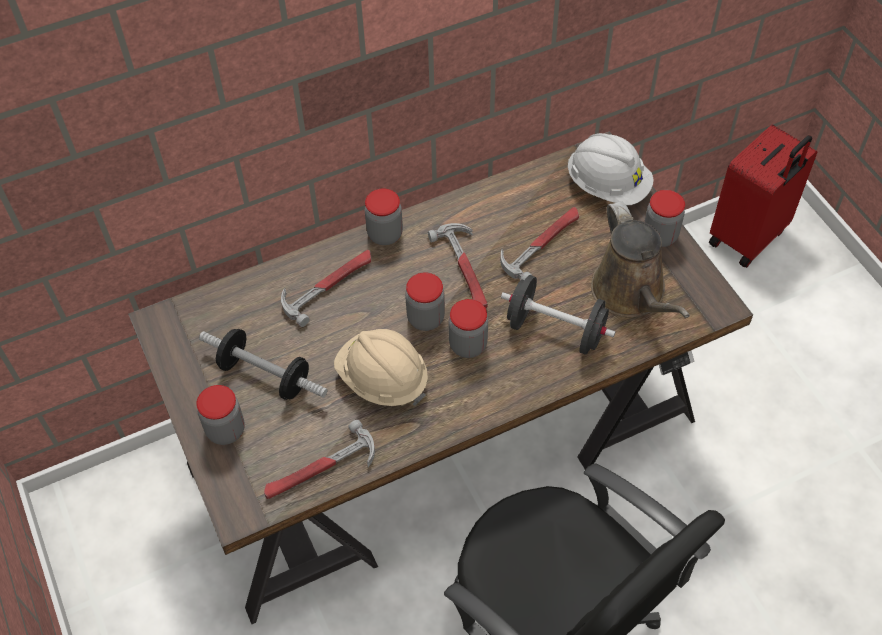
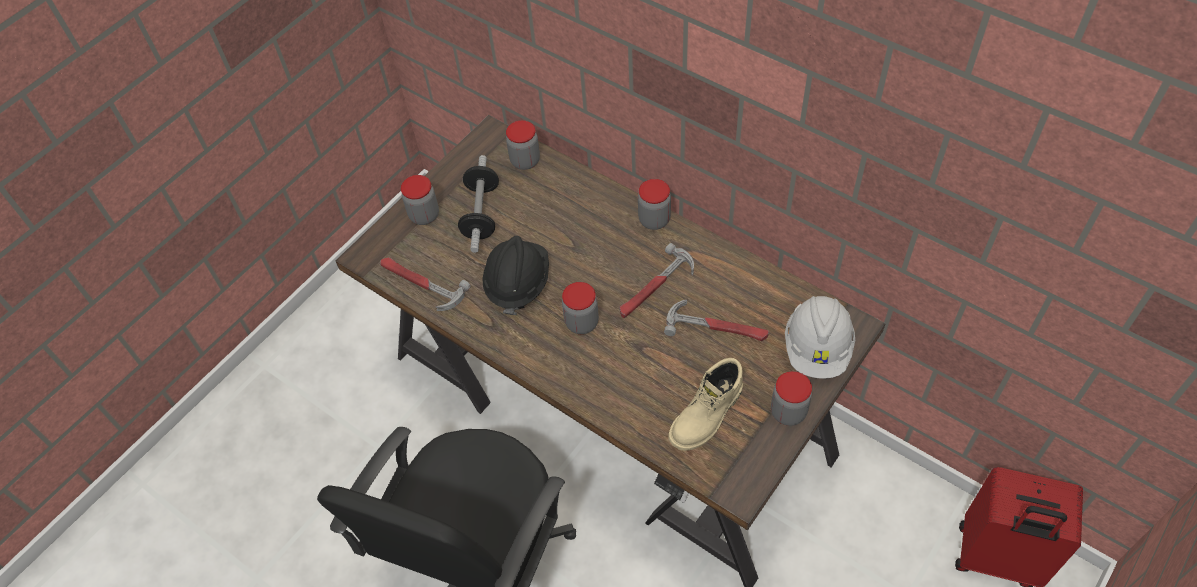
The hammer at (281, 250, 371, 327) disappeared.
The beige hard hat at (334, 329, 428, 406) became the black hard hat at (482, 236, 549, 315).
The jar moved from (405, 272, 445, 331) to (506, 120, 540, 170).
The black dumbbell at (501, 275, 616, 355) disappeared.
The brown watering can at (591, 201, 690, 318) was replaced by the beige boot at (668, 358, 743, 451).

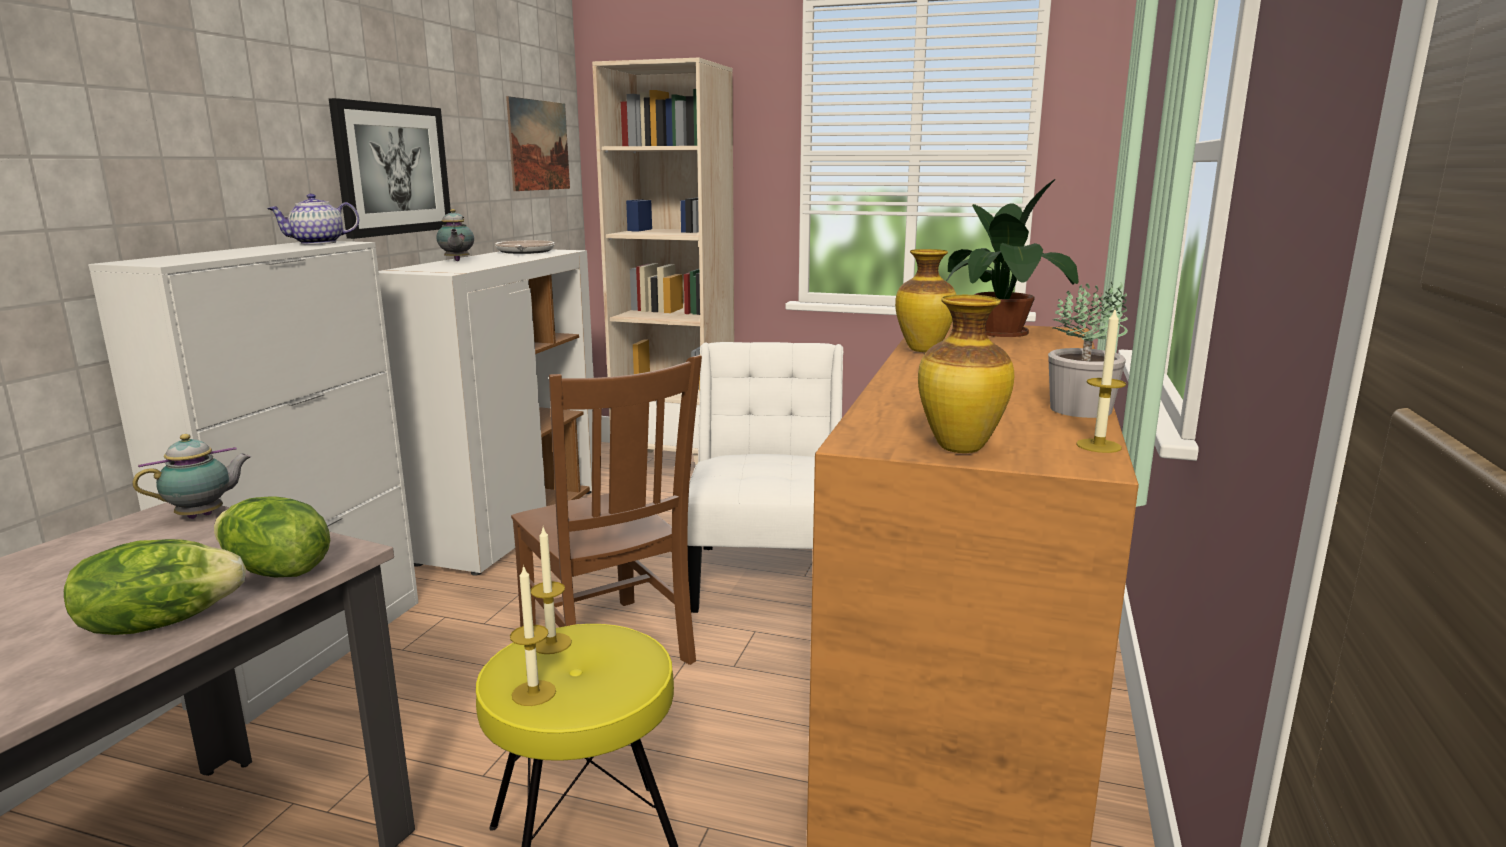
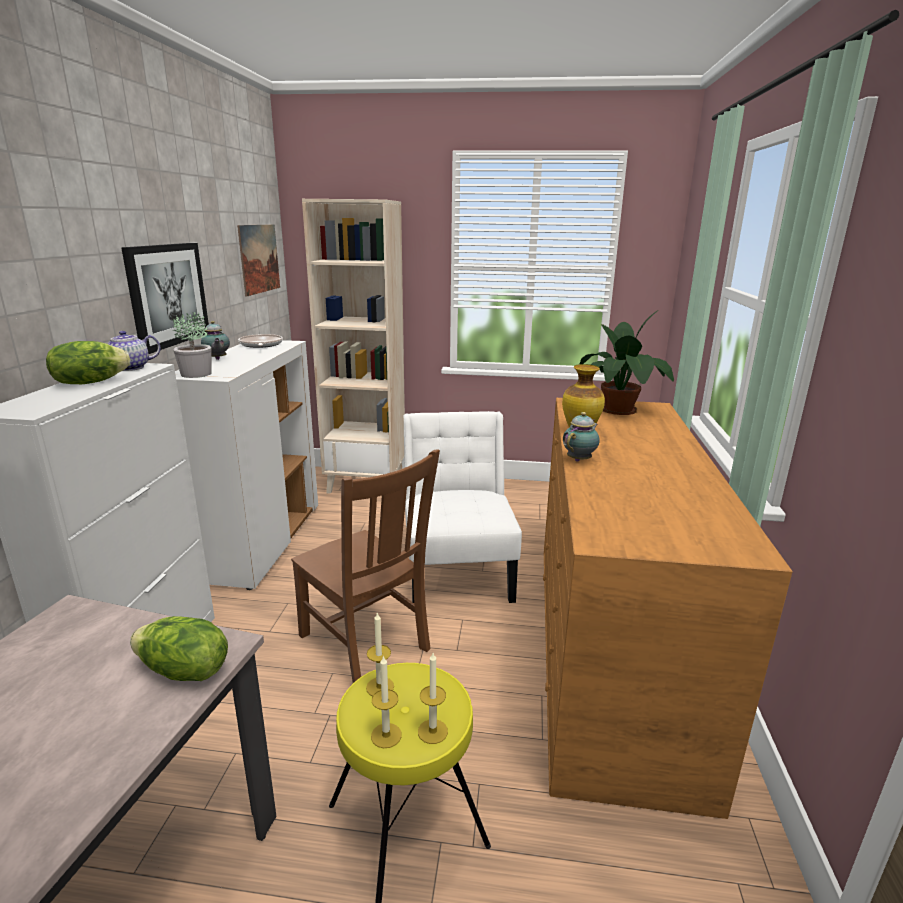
The lettuce moved from (64, 539, 246, 635) to (46, 341, 130, 384).
The teapot moved from (132, 434, 251, 519) to (563, 412, 600, 462).
The vase at (918, 295, 1014, 453) disappeared.
The potted plant moved from (1048, 282, 1128, 418) to (173, 312, 211, 378).
The candle moved from (1076, 310, 1126, 453) to (418, 653, 448, 744).

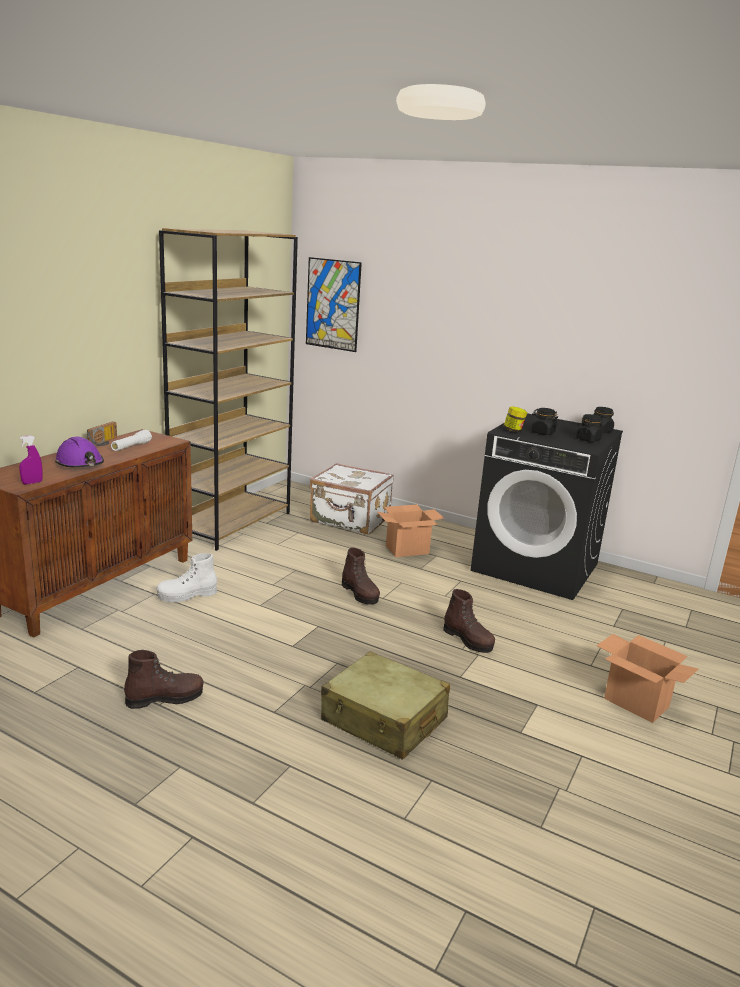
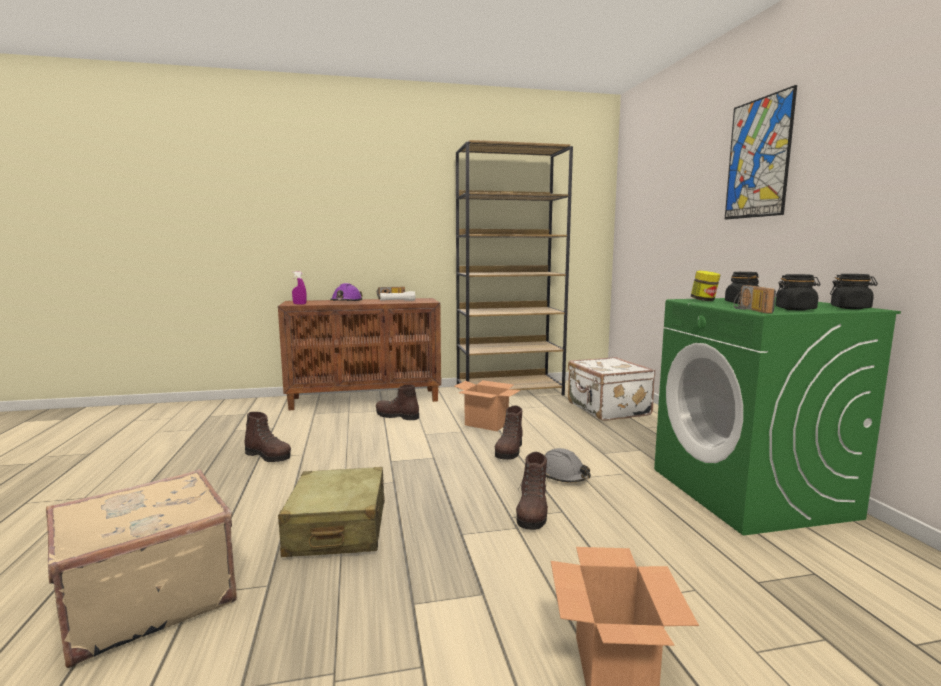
The white boot at (156, 553, 217, 602) became the brown boot at (376, 385, 419, 420).
The picture moved from (306, 257, 362, 352) to (725, 85, 797, 220).
The cardboard box moved from (377, 505, 445, 557) to (454, 380, 521, 431).
The black washing machine at (471, 413, 623, 600) became the green washing machine at (654, 297, 901, 535).
The beige suitcase at (46, 469, 237, 668) appeared.
The grey hard hat at (544, 448, 591, 482) appeared.
The radio at (734, 285, 776, 314) appeared.

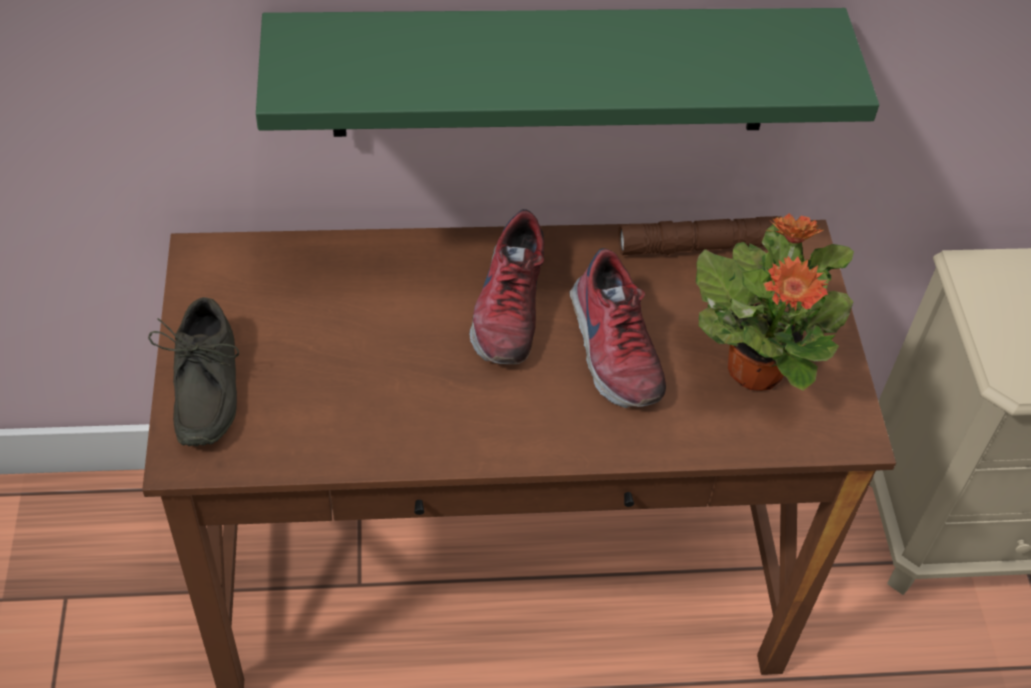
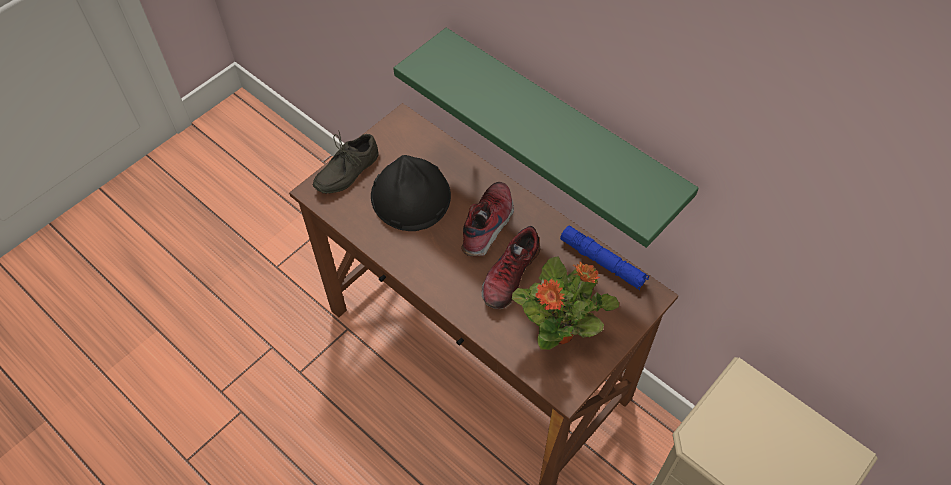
The shoe at (469, 209, 544, 365) turned 150 degrees clockwise.
The brown flashlight at (618, 216, 782, 255) became the blue flashlight at (560, 226, 649, 290).
The black hard hat at (371, 155, 451, 231) appeared.

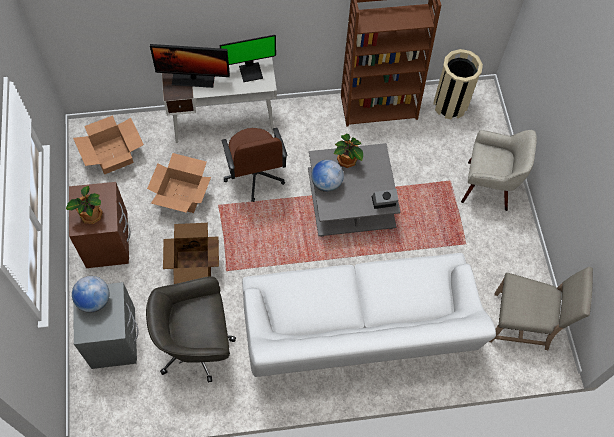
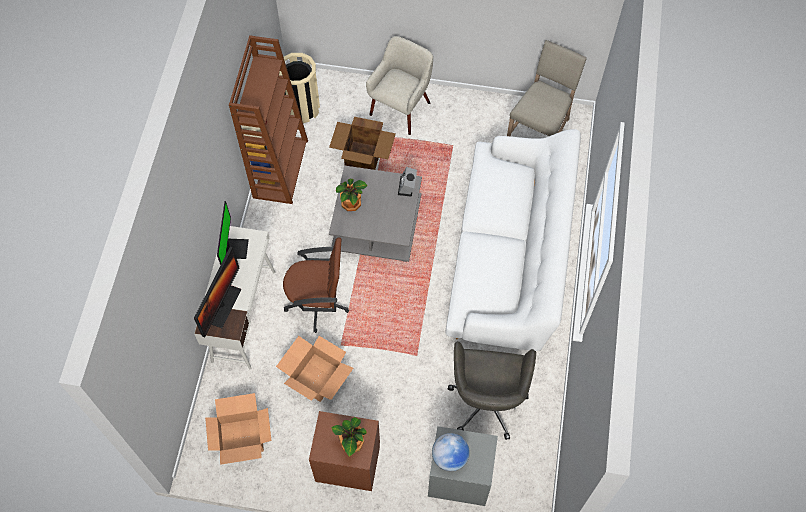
The cardboard box moved from (163, 223, 219, 284) to (329, 117, 396, 170).
The globe at (311, 160, 344, 192) disappeared.

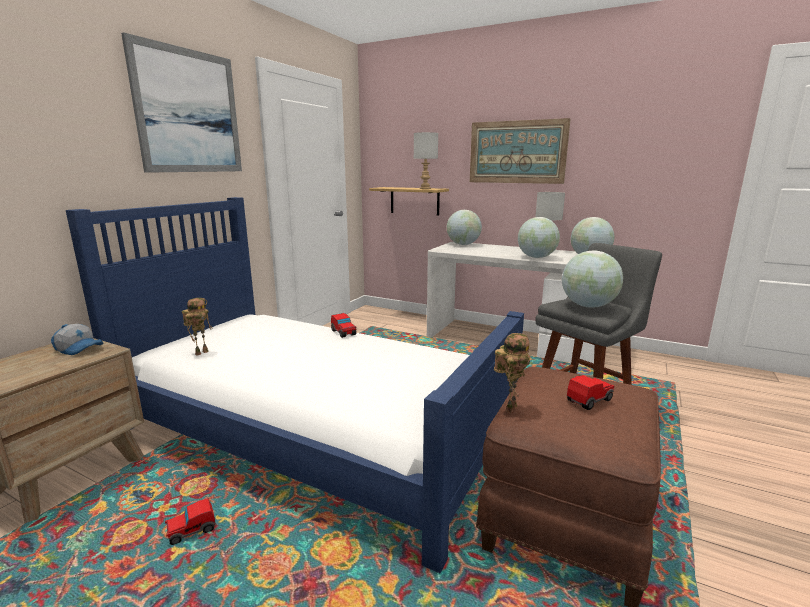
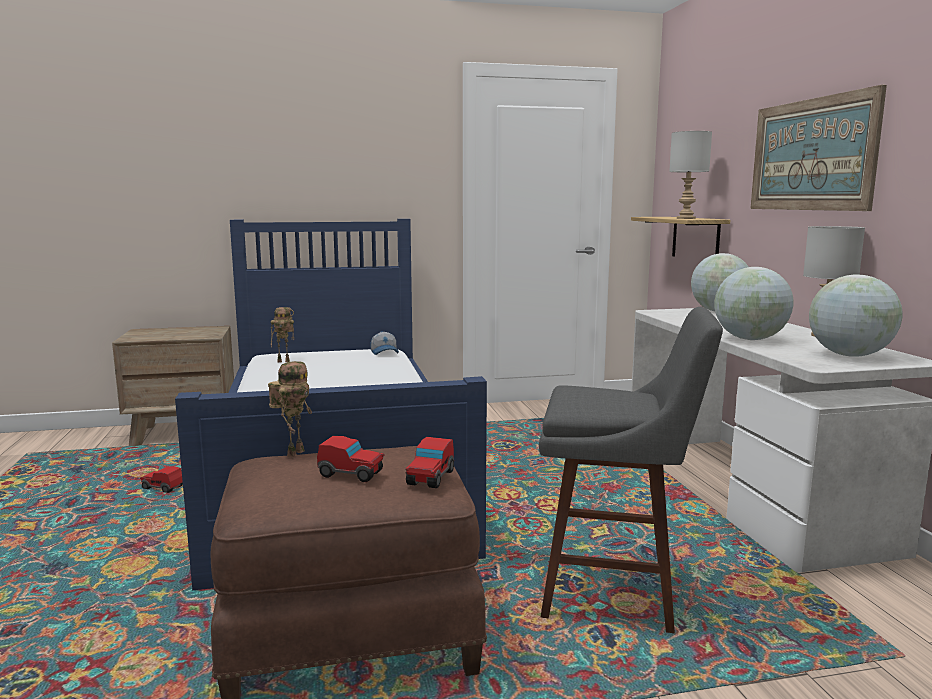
The cap moved from (51, 324, 104, 355) to (370, 331, 399, 355).
The picture at (121, 32, 242, 173) disappeared.
The toy car moved from (331, 313, 357, 338) to (405, 437, 454, 488).
The toy robot at (494, 333, 530, 414) turned 60 degrees counterclockwise.
The globe at (562, 251, 623, 308) disappeared.

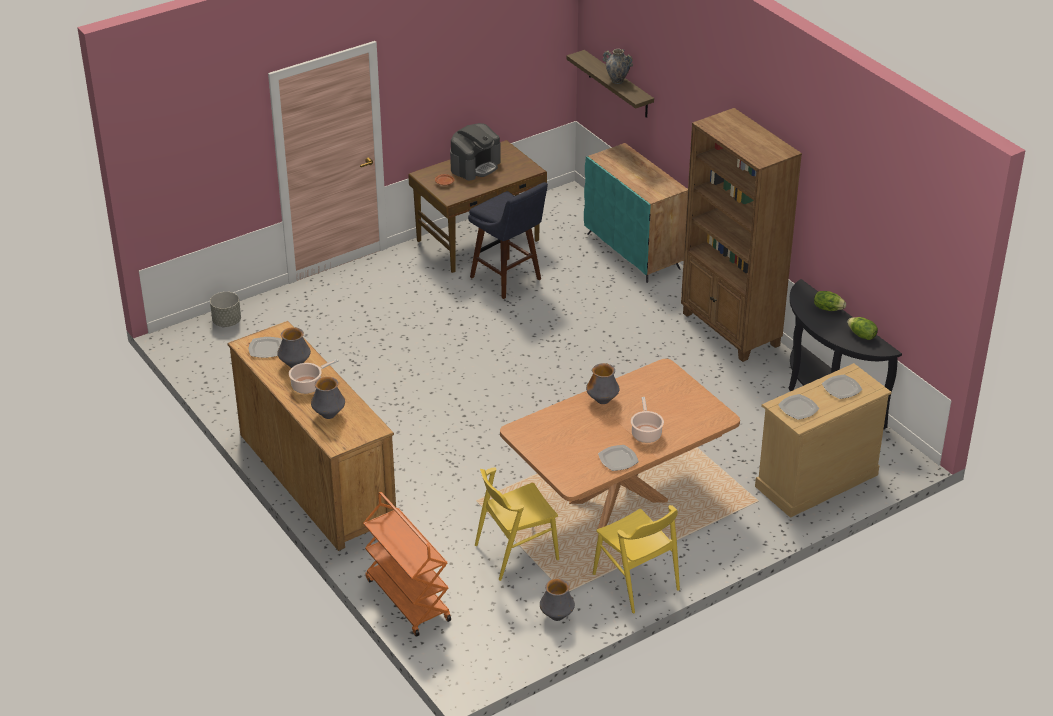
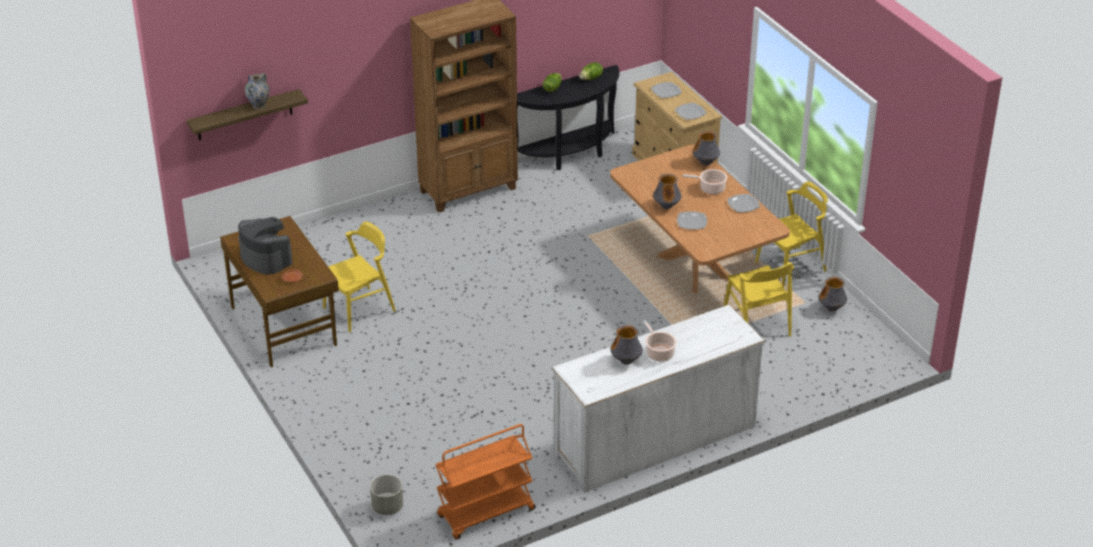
The brown dresser at (227, 321, 396, 551) became the white dresser at (552, 305, 765, 493).
The plate moved from (249, 337, 282, 358) to (677, 211, 707, 230).
The vase moved from (311, 377, 345, 419) to (693, 131, 720, 166).
The orange cart moved from (363, 492, 451, 637) to (436, 424, 536, 540).
The blue stool at (468, 182, 548, 299) was replaced by the yellow chair at (323, 221, 396, 333).
The turquoise cabinet at (584, 143, 688, 283) disappeared.

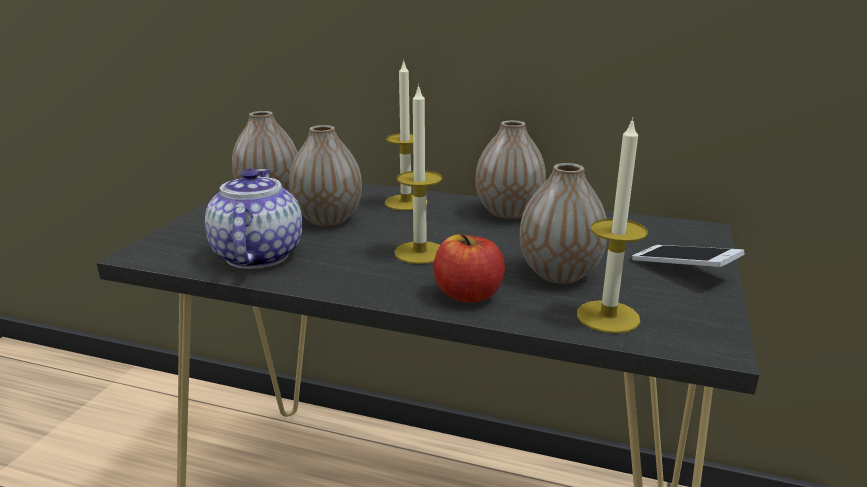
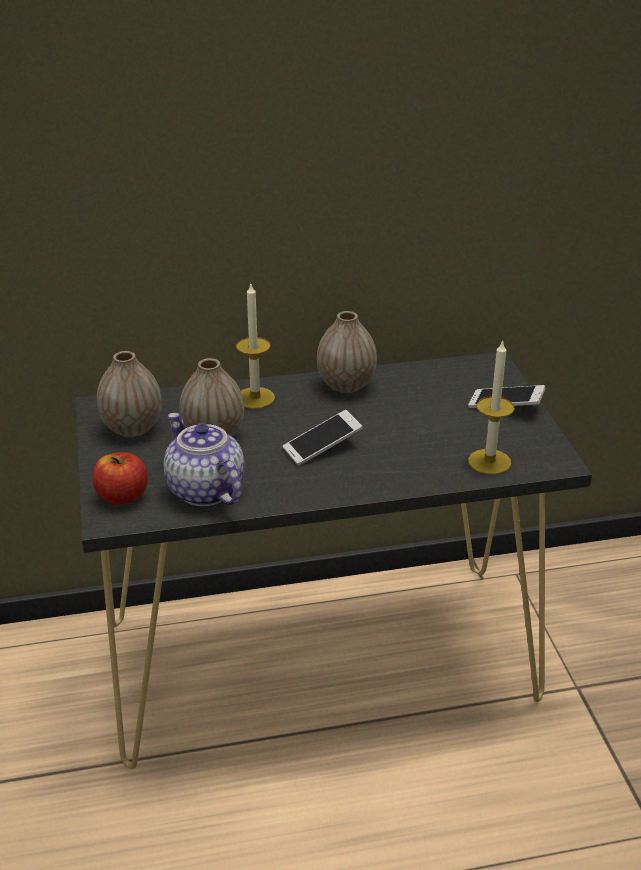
The candle at (394, 84, 442, 264) was replaced by the phone at (282, 410, 363, 466).
The apple moved from (434, 234, 505, 303) to (92, 452, 148, 505).
The vase at (520, 163, 607, 284) disappeared.

